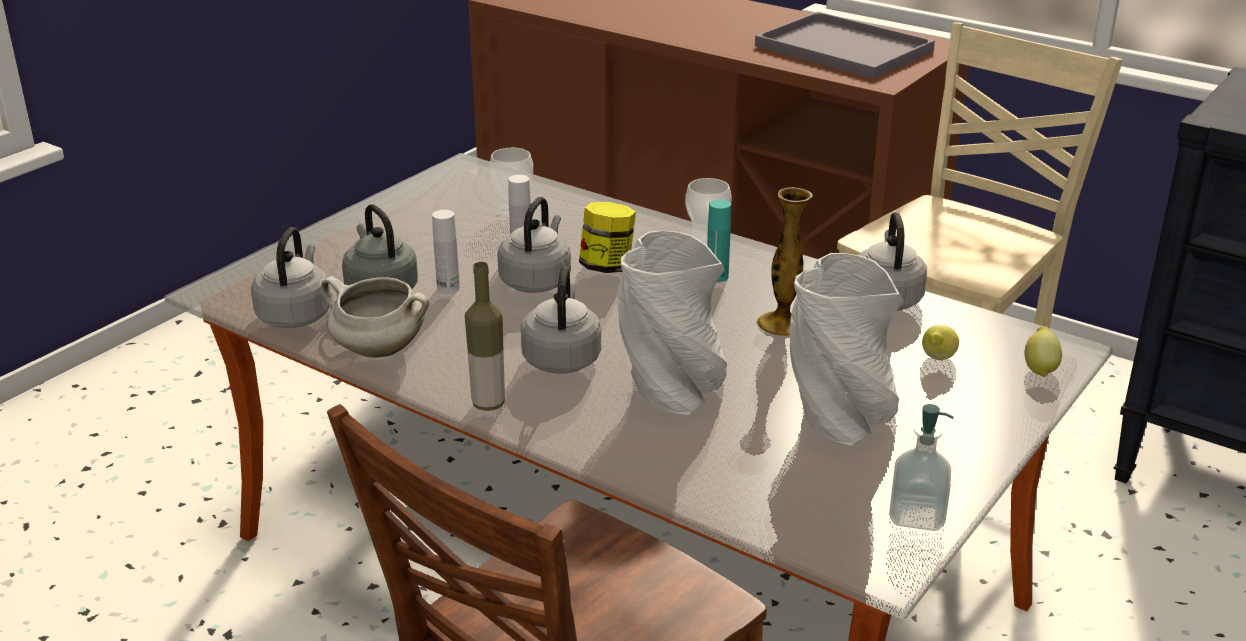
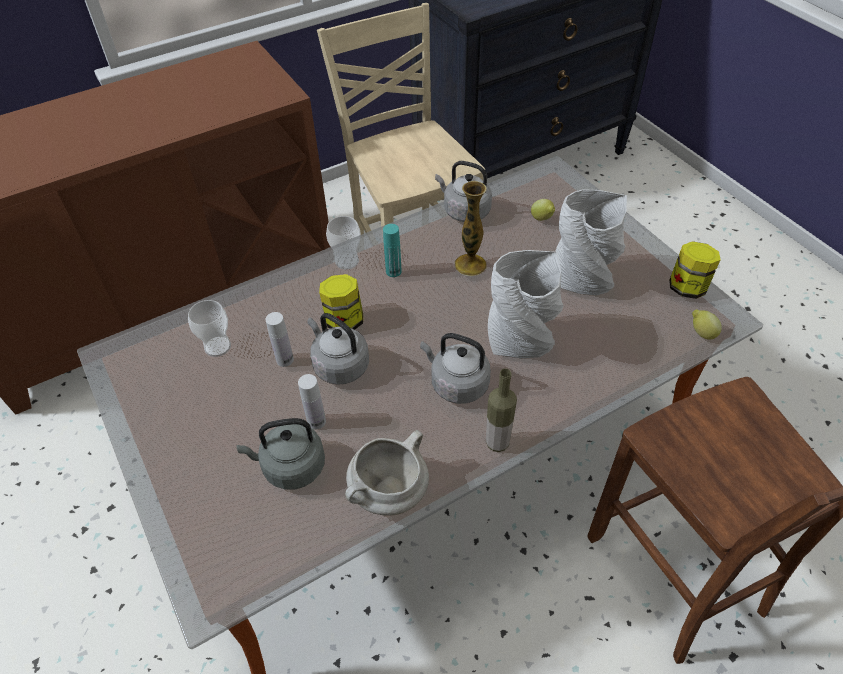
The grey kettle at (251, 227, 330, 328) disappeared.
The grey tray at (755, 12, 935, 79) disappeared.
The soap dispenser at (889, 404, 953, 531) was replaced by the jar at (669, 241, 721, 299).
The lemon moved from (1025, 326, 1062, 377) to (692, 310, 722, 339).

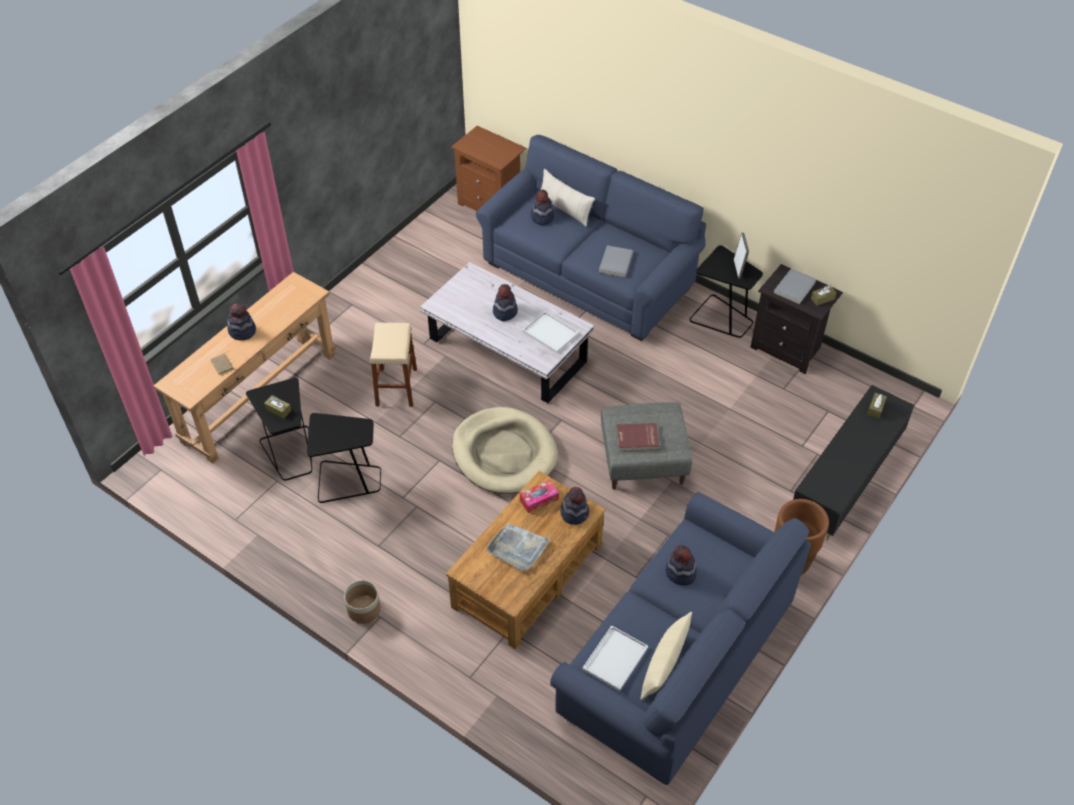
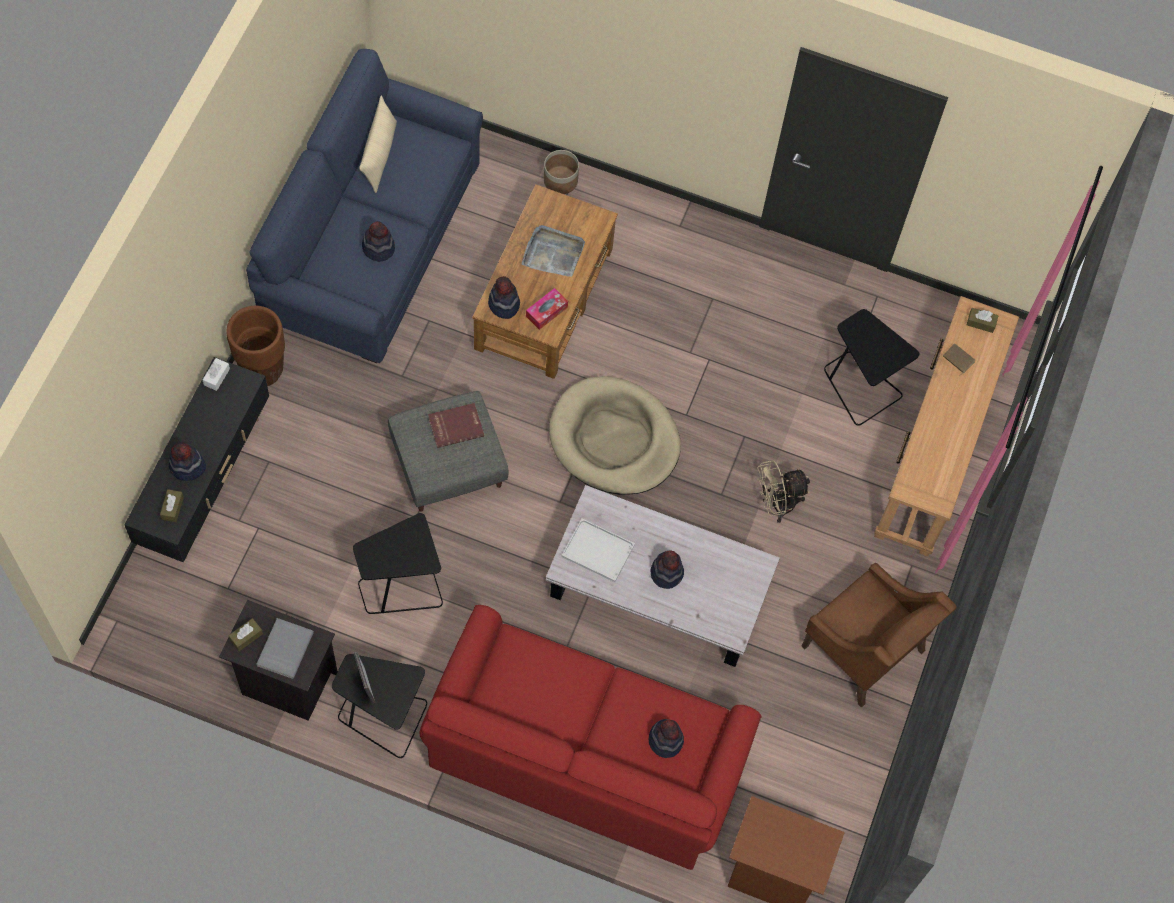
The hat moved from (227, 303, 256, 340) to (169, 442, 206, 481).
The brown tissue box moved from (264, 395, 292, 419) to (967, 308, 999, 333).
The black side table moved from (307, 413, 381, 503) to (353, 513, 443, 614).
The planter moved from (344, 580, 381, 624) to (544, 150, 579, 194).
The beige stool at (370, 323, 417, 407) was replaced by the beige fan at (757, 460, 810, 523).
The blue sofa at (476, 135, 706, 341) became the red sofa at (419, 605, 762, 870).
The beige pillow at (541, 169, 595, 227) disappeared.
The white tray at (582, 625, 648, 691) disappeared.
The grey book at (599, 245, 634, 277) disappeared.
The white tissue box at (203, 358, 230, 391) appeared.
The brown armchair at (802, 563, 957, 708) appeared.

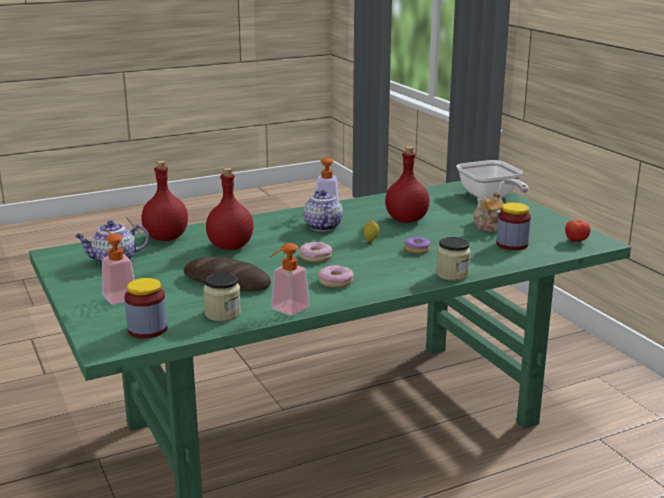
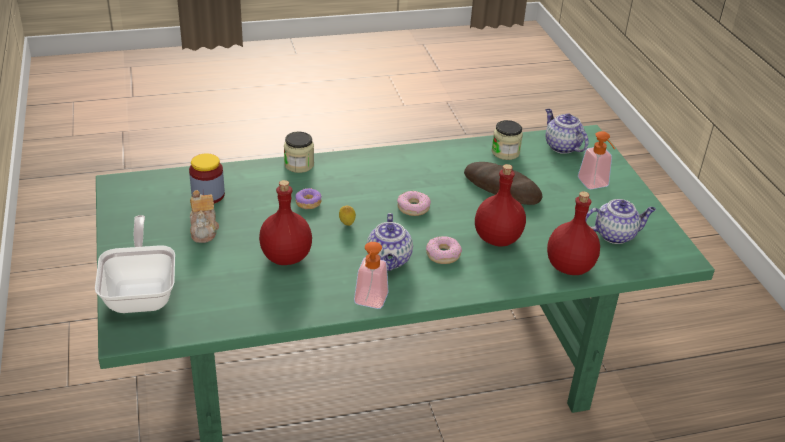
The jar at (124, 278, 167, 339) was replaced by the teapot at (546, 109, 589, 154).
The soap dispenser at (269, 243, 310, 316) disappeared.
The donut moved from (318, 265, 354, 288) to (426, 236, 462, 264).
The tomato at (565, 220, 590, 242) disappeared.

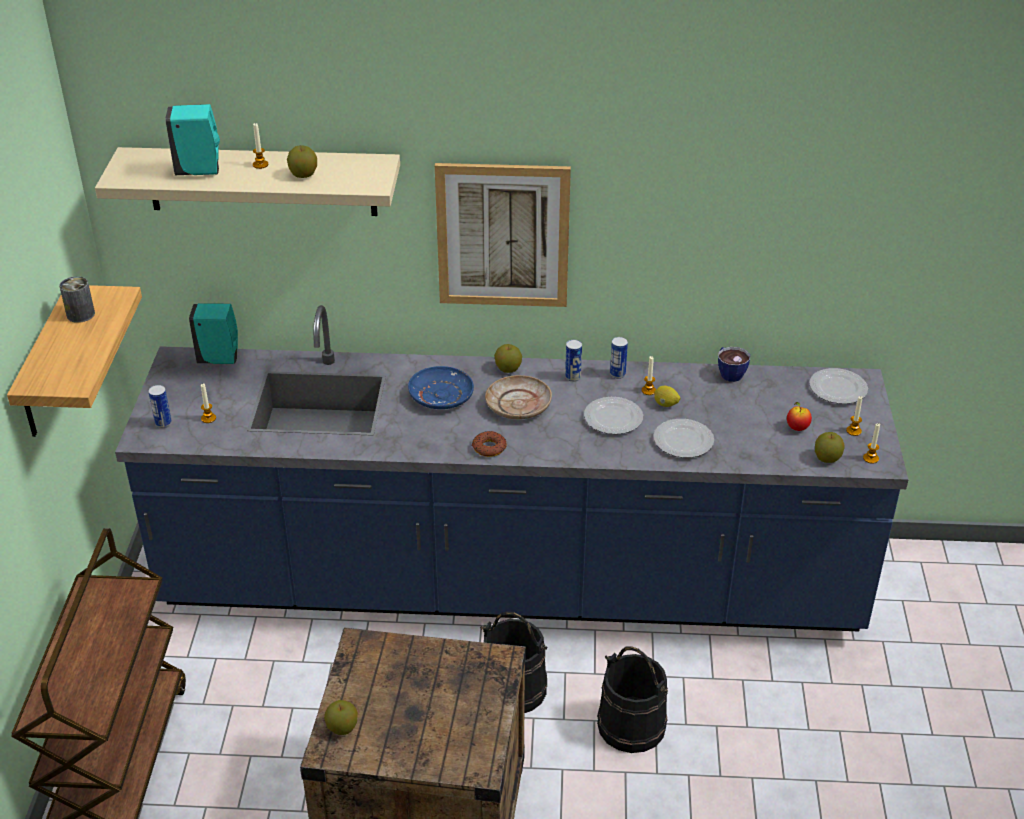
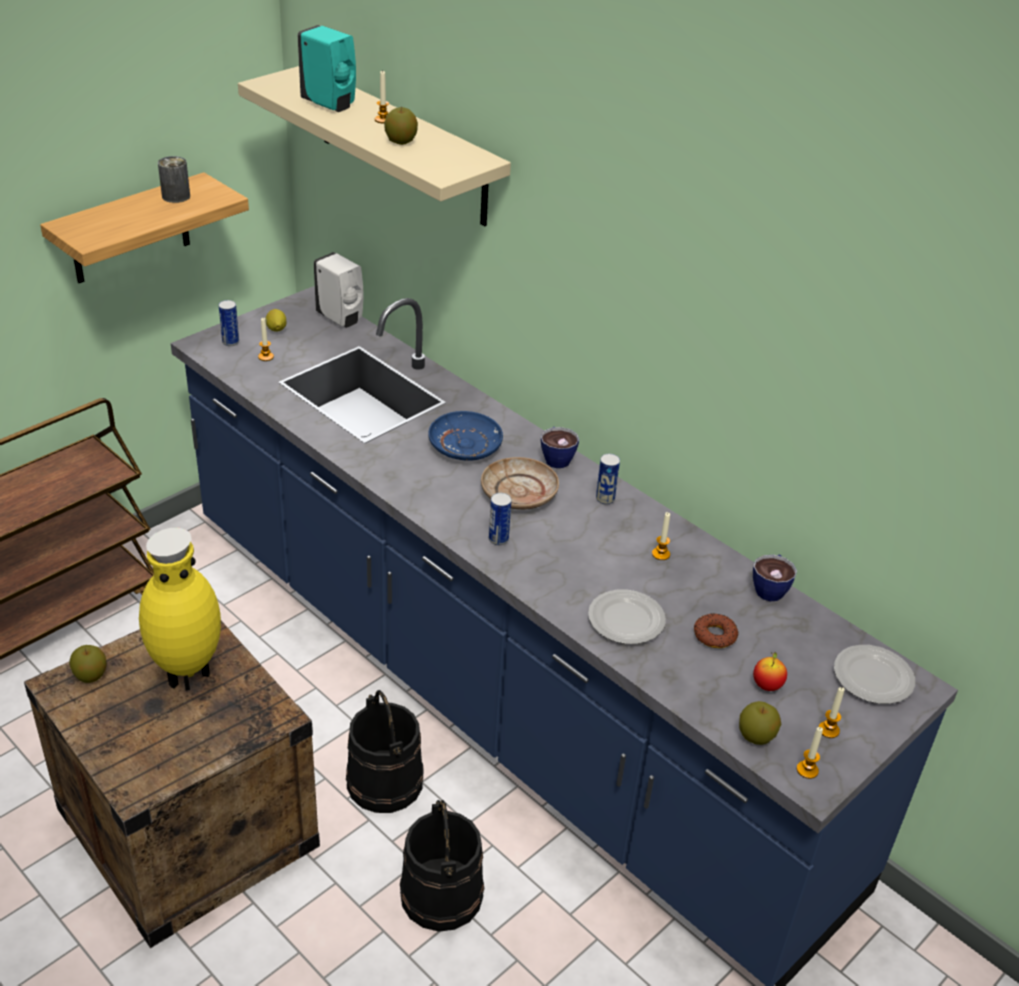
The turquoise soap dispenser at (189, 303, 238, 364) became the white soap dispenser at (314, 252, 364, 328).
The picture at (435, 163, 571, 307) disappeared.
The donut moved from (472, 431, 507, 457) to (694, 613, 738, 648).
The apple at (494, 344, 522, 373) was replaced by the cup at (541, 427, 579, 468).
The plate at (584, 397, 643, 434) disappeared.
The can moved from (610, 337, 628, 379) to (489, 493, 511, 545).
The lemon moved from (654, 386, 681, 407) to (265, 309, 287, 332).
The yellow vase at (139, 528, 221, 691) appeared.

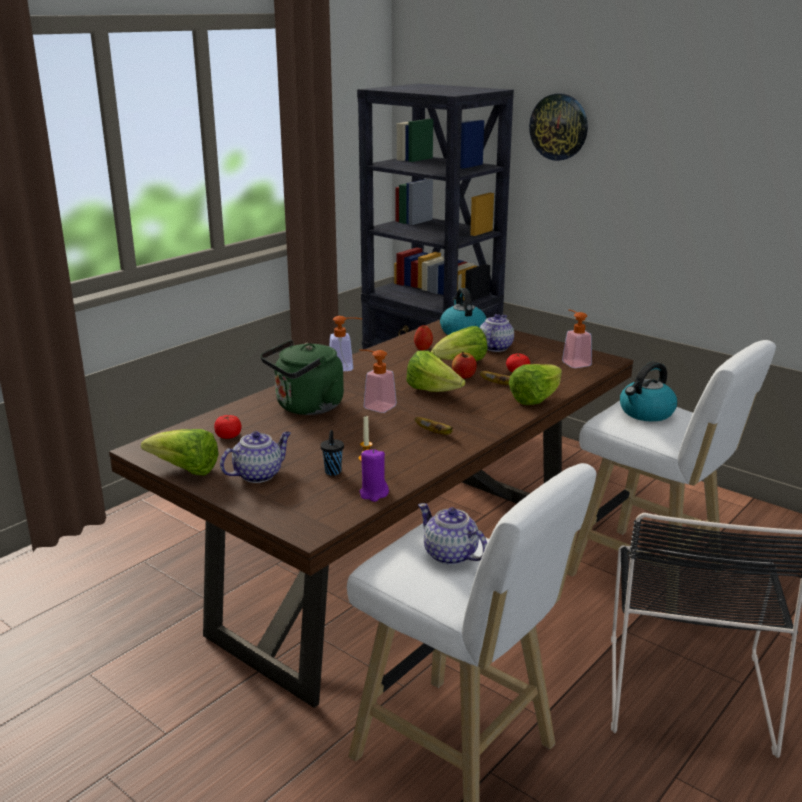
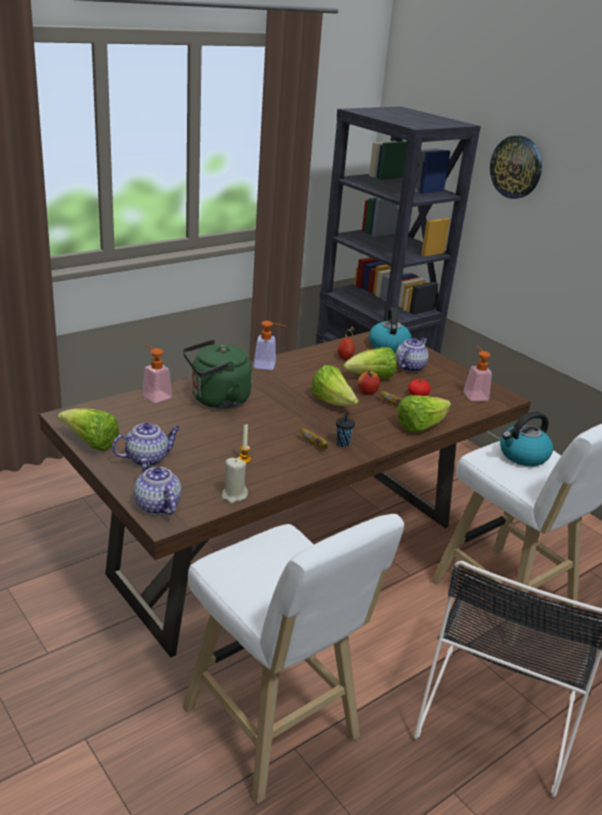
The tomato at (214, 415, 241, 439) disappeared.
The black cup moved from (320, 430, 344, 476) to (336, 411, 355, 447).
The soap dispenser moved from (359, 349, 397, 413) to (143, 344, 172, 403).
The purple candle at (360, 449, 389, 502) became the beige candle at (222, 458, 248, 503).
The teapot moved from (418, 503, 487, 565) to (134, 458, 181, 515).

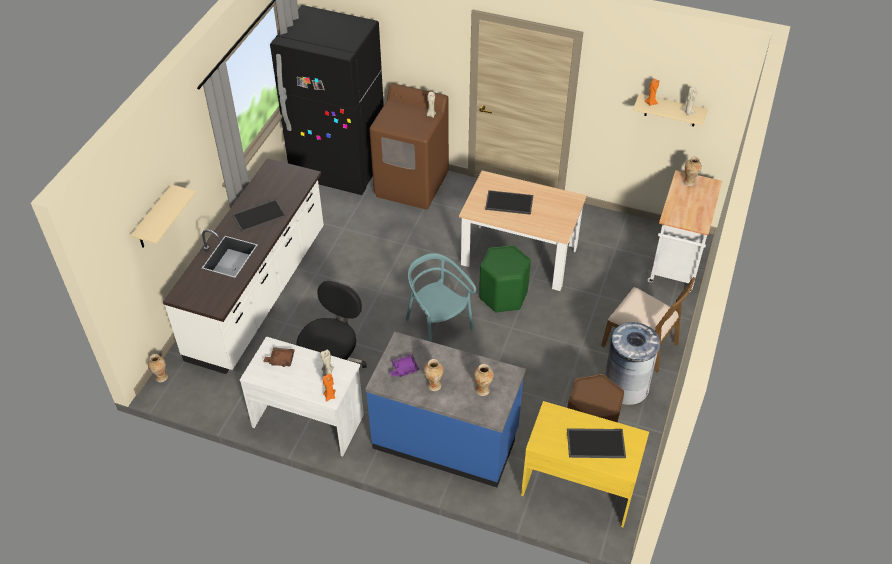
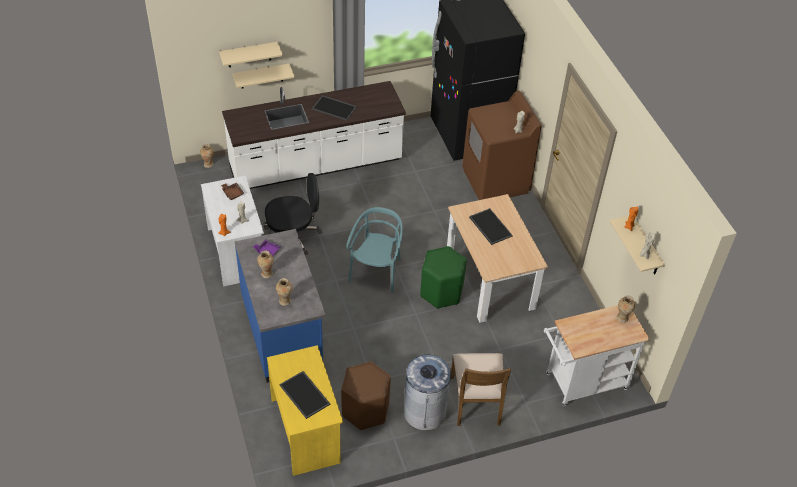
The beige shelf at (232, 64, 295, 88) appeared.

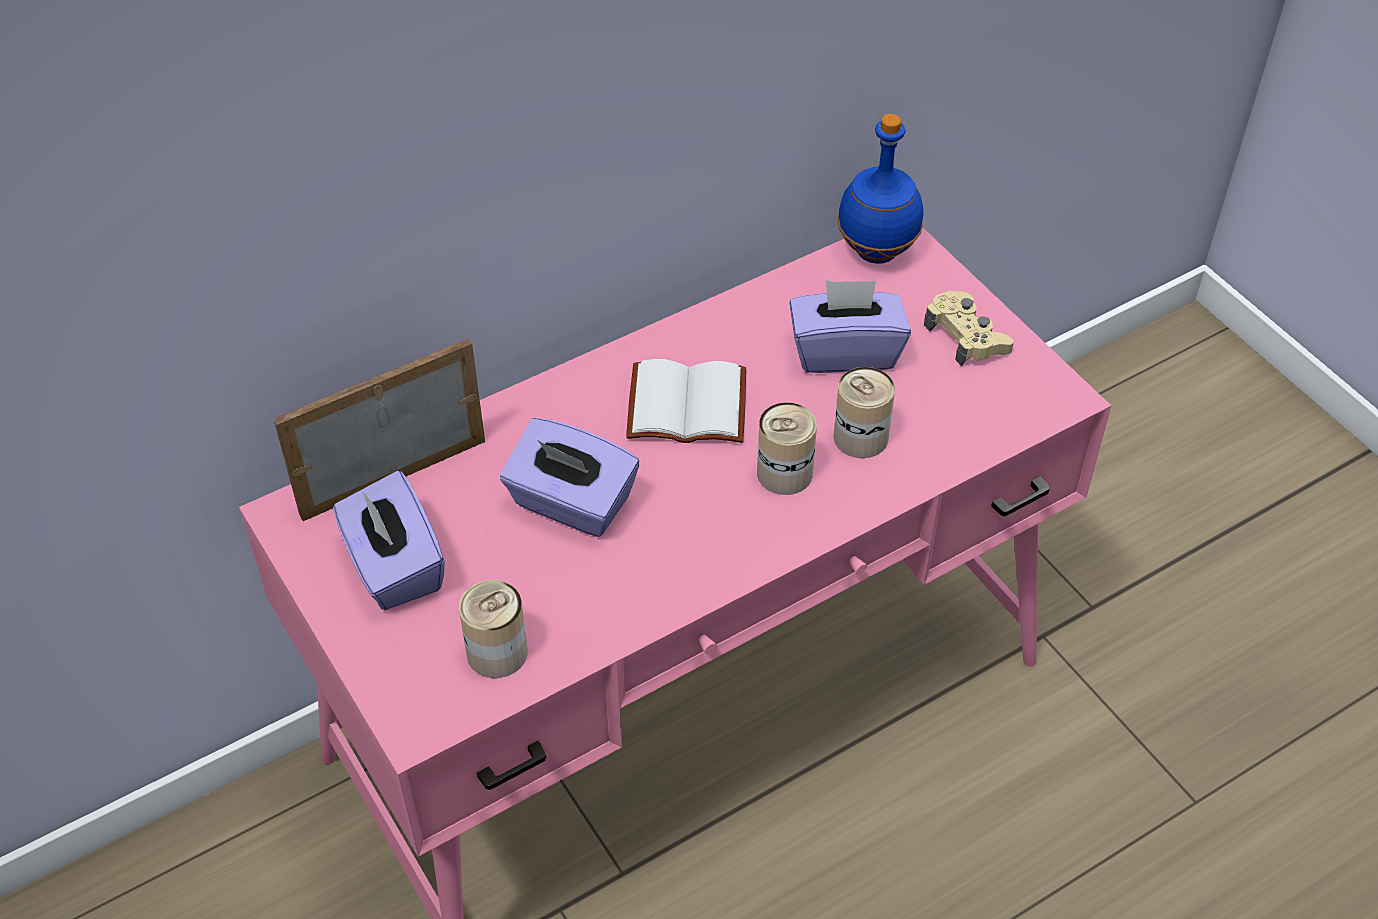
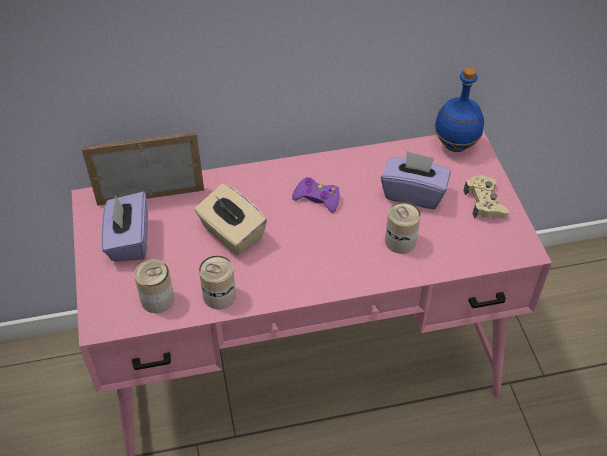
The purple tissue box at (500, 418, 639, 537) became the beige tissue box at (194, 183, 267, 255).
The white book at (626, 359, 746, 443) was replaced by the purple game controller at (292, 177, 340, 213).
The can moved from (757, 402, 817, 495) to (199, 256, 236, 309).

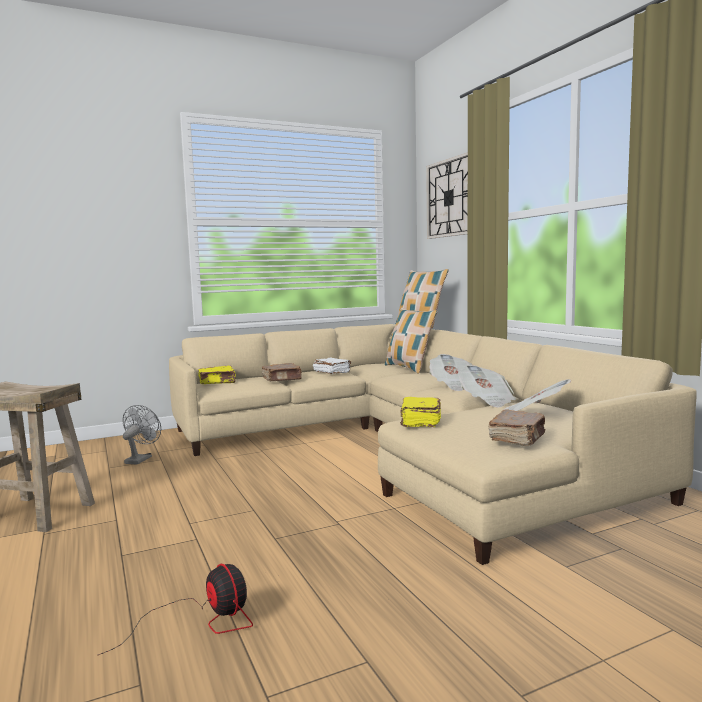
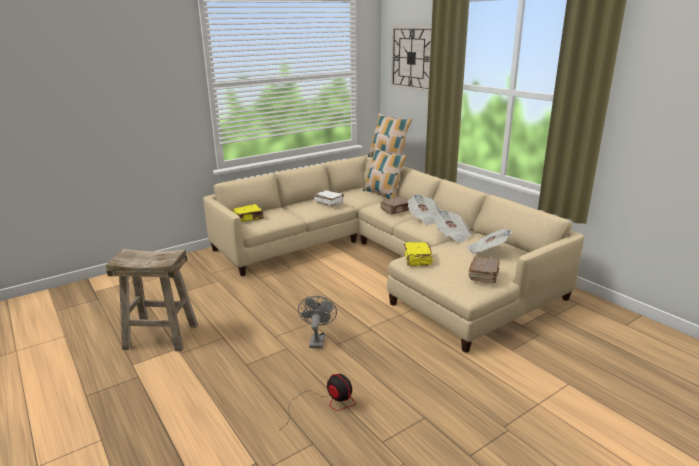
The grey fan moved from (122, 405, 161, 465) to (298, 296, 337, 348).
The brown book moved from (262, 363, 302, 381) to (380, 197, 409, 214).

